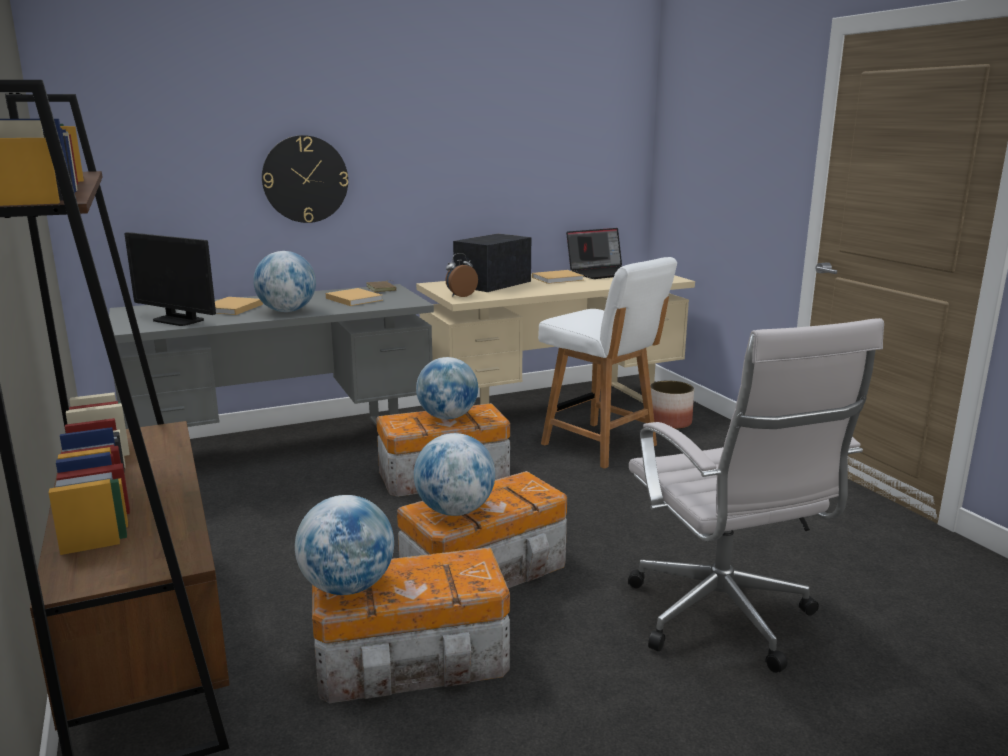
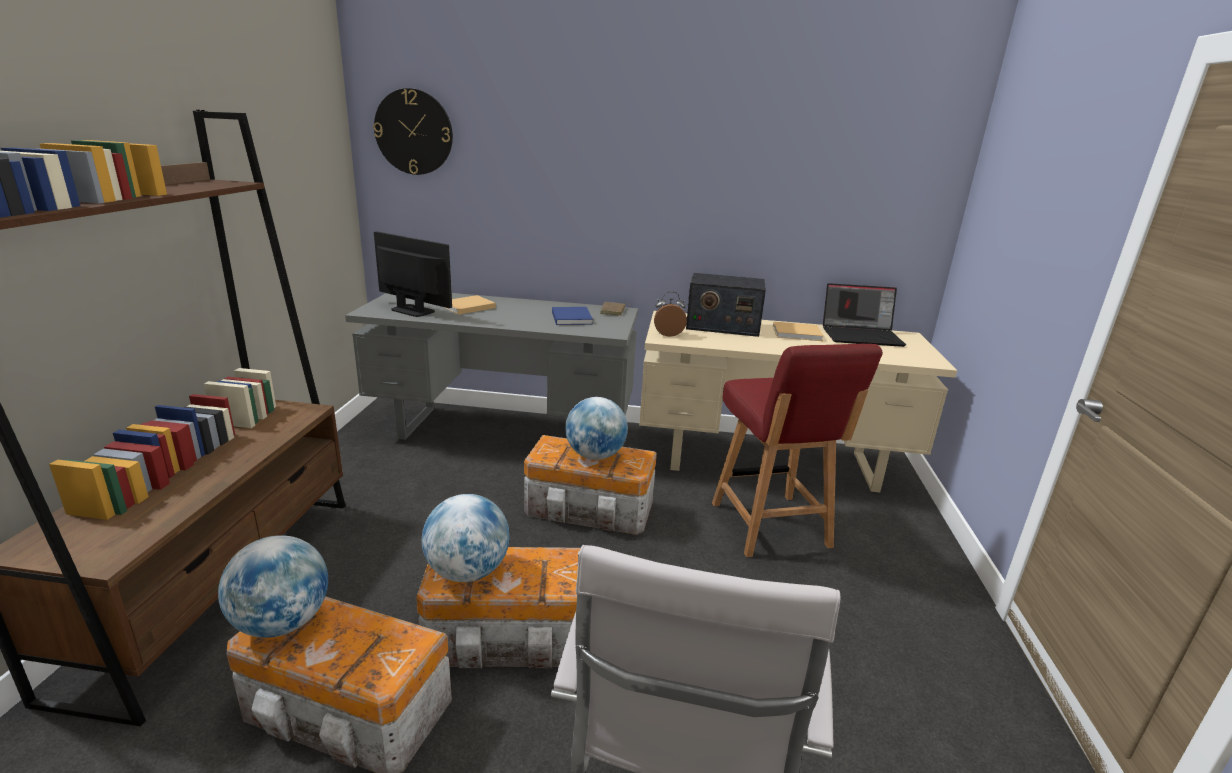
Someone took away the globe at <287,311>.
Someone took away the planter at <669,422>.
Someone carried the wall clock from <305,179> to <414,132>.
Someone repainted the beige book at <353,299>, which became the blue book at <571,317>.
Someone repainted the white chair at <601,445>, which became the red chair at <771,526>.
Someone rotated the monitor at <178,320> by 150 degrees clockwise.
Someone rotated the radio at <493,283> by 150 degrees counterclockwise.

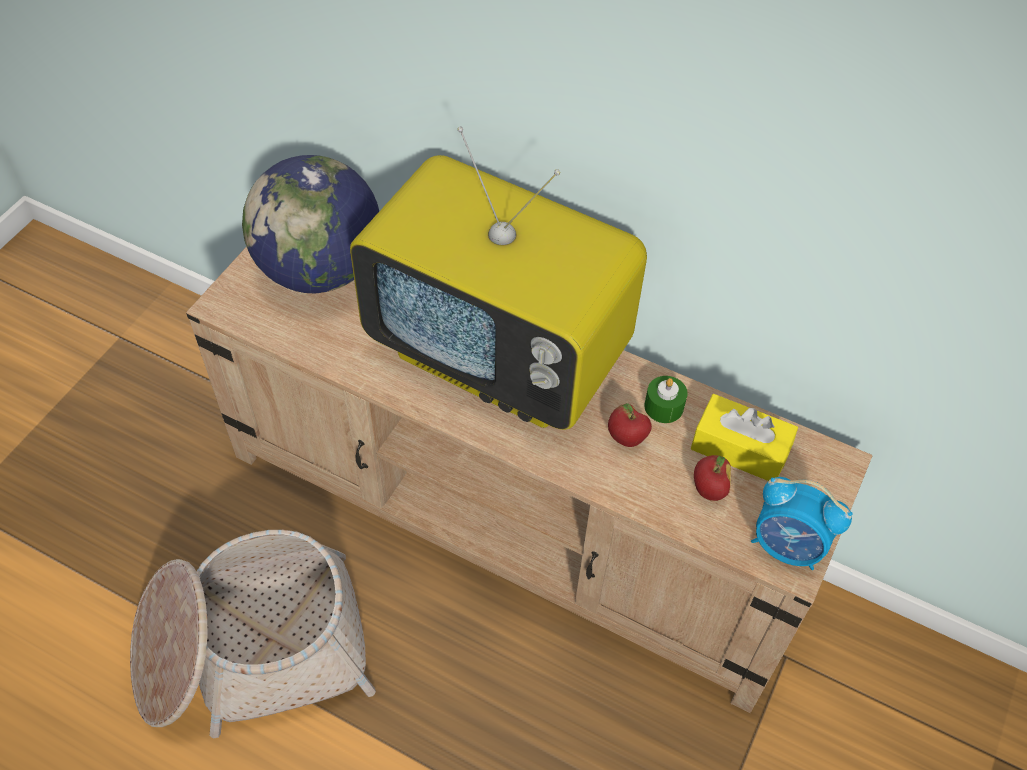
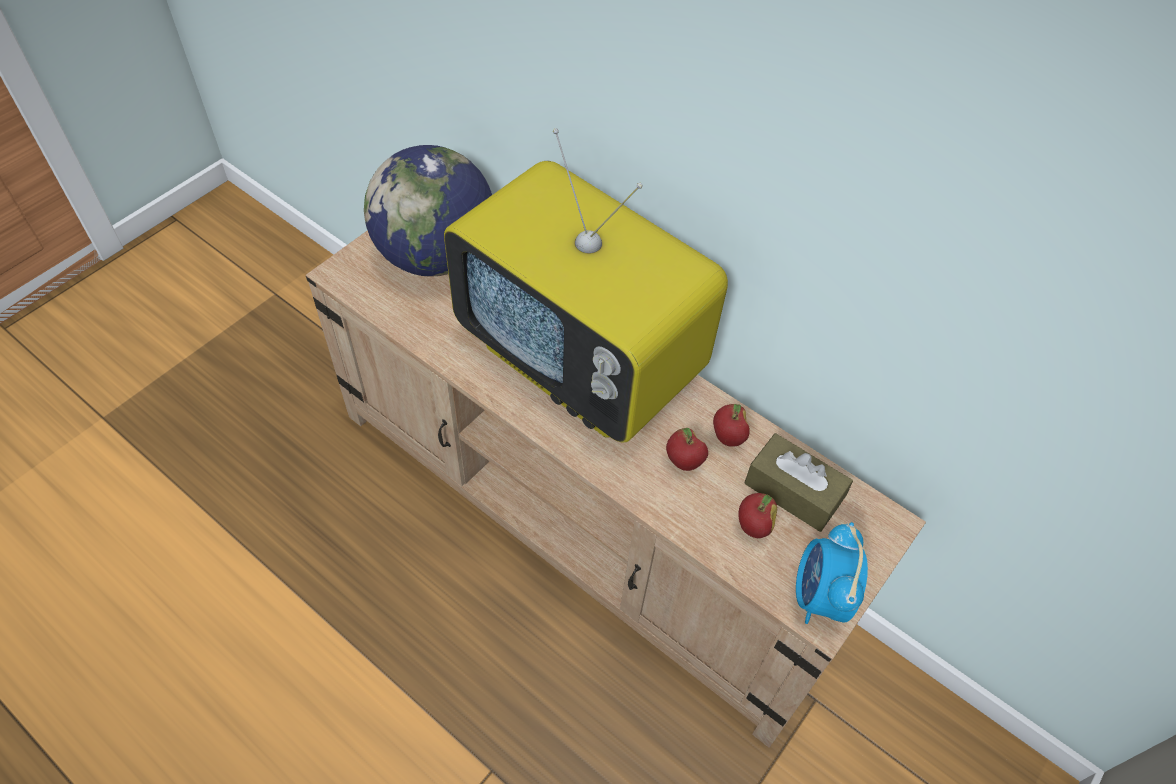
Someone took away the basket at <251,648>.
Someone swapped the green candle at <664,406> for the apple at <727,437>.
Someone repainted the yellow tissue box at <740,448>, which became the brown tissue box at <793,491>.
Someone rotated the alarm clock at <787,546> by 60 degrees clockwise.

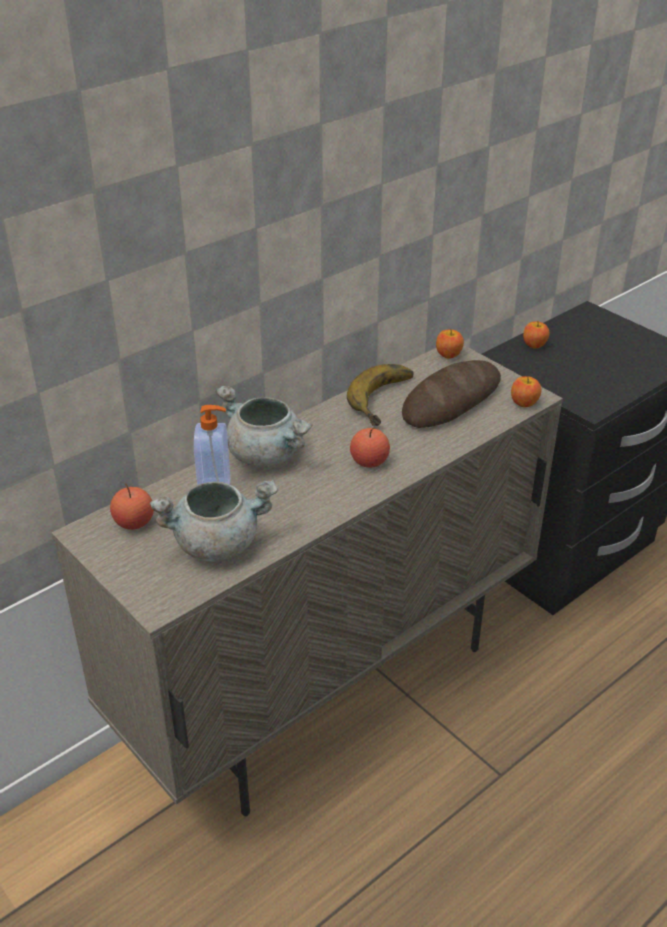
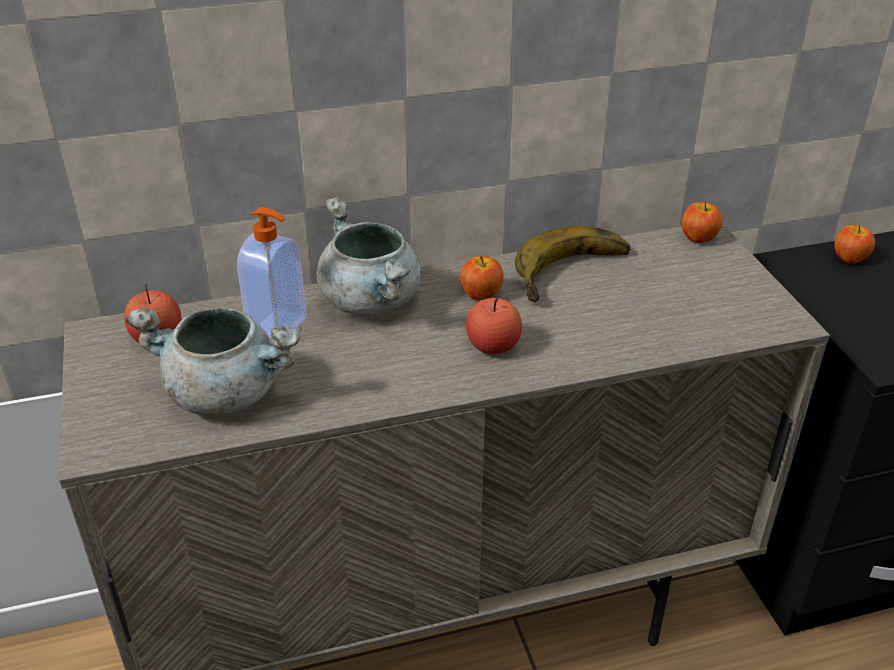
Someone took away the bread at <451,401>.
Someone carried the apple from <524,403> to <481,294>.

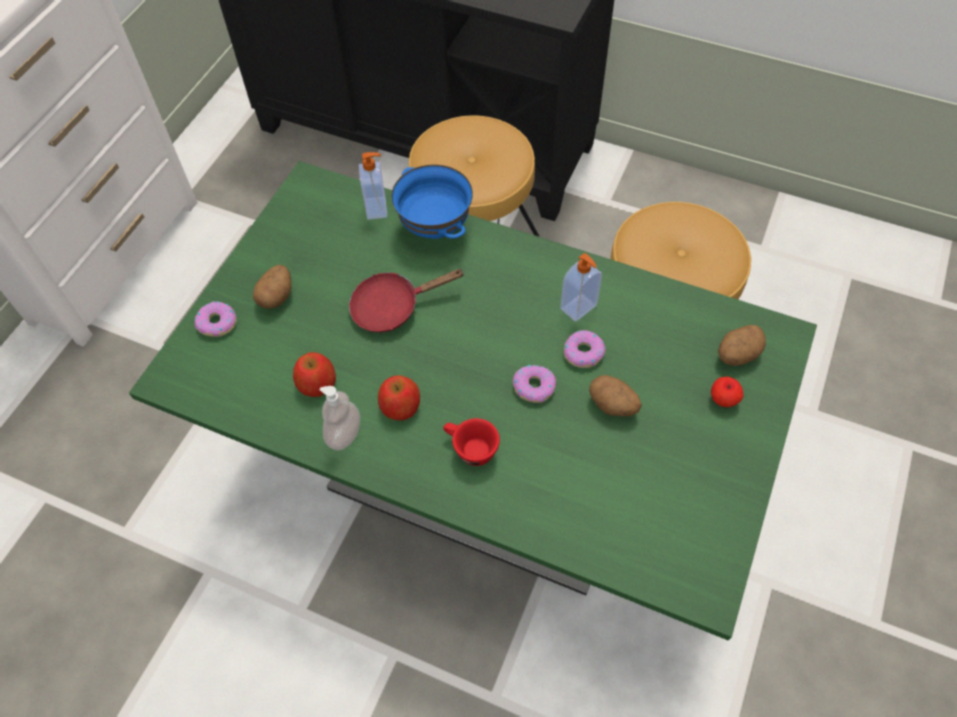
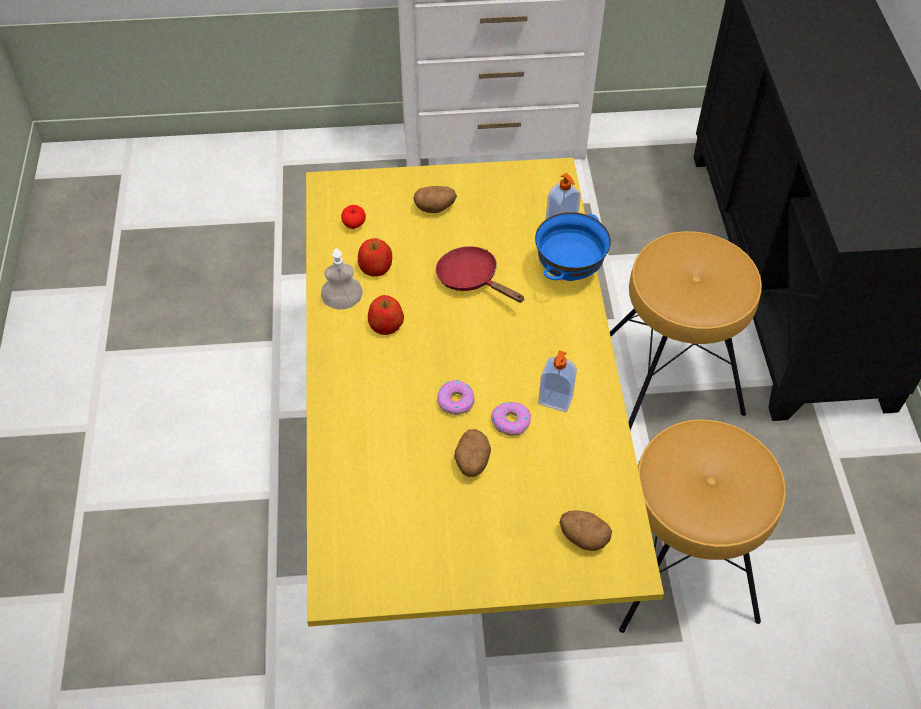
Someone took away the donut at <217,323>.
Someone took away the red cup at <470,449>.
Someone carried the apple from <723,399> to <354,225>.
Someone repainted the green dining table at <482,476>, which became the yellow dining table at <459,484>.

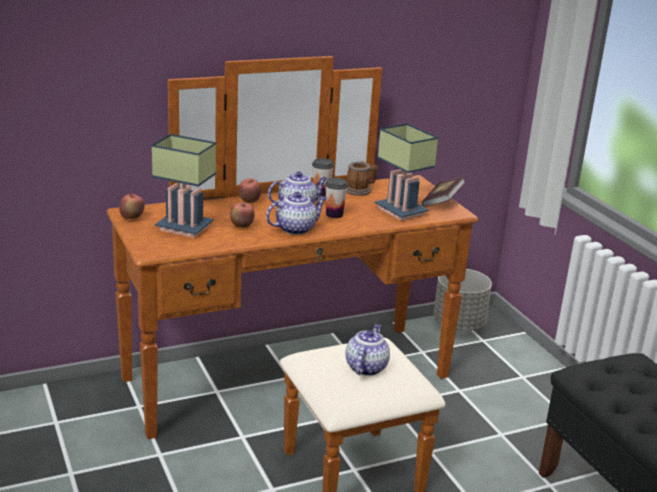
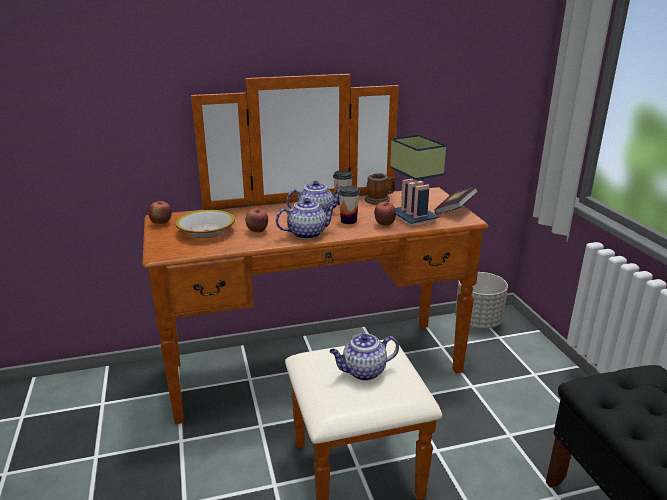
Someone carried the apple from <249,201> to <384,224>.
Someone swapped the table lamp at <187,227> for the bowl at <207,231>.
Someone rotated the teapot at <366,367> by 135 degrees counterclockwise.

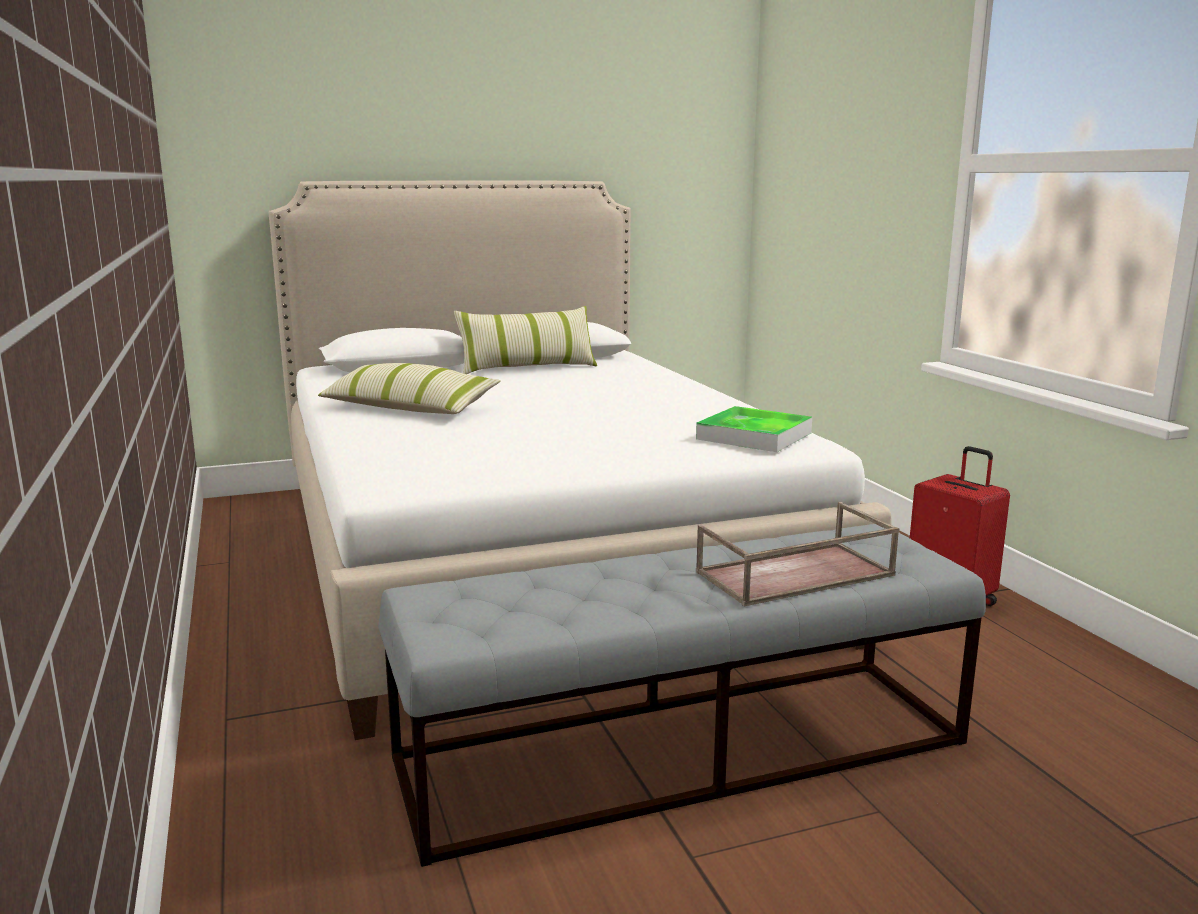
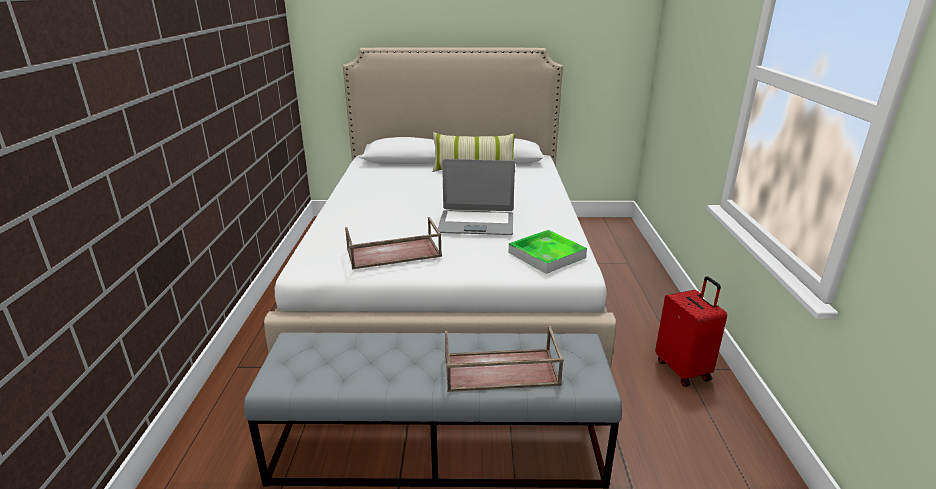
Someone took away the pillow at <409,408>.
Someone put down the brown tray at <393,253>.
Someone put down the laptop at <476,223>.

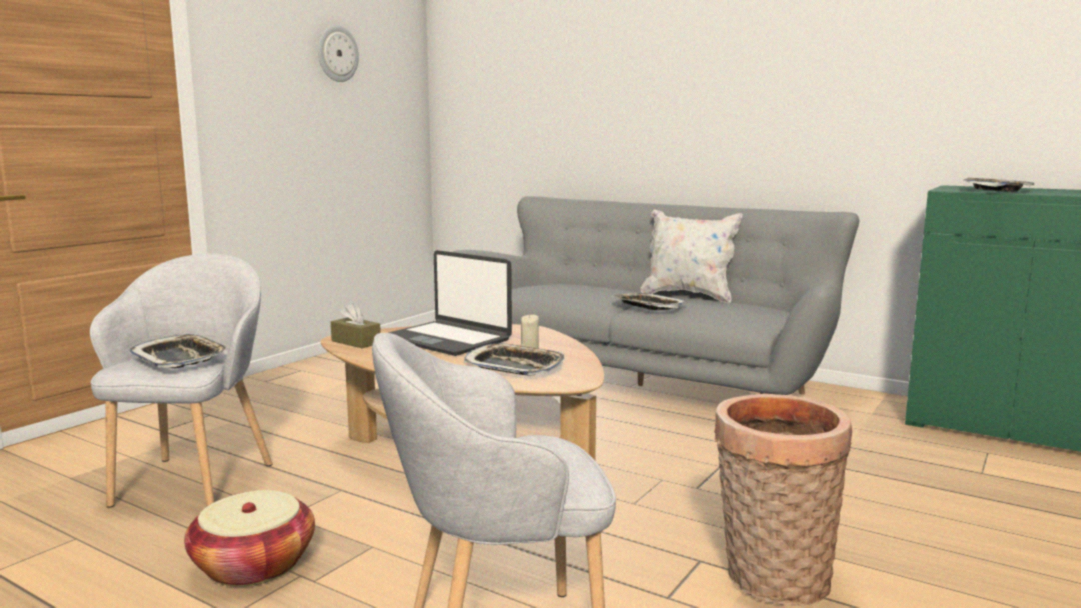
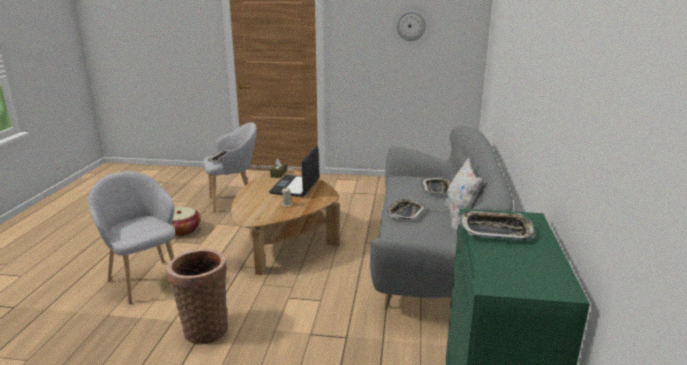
Someone carried the tray from <514,367> to <437,189>.

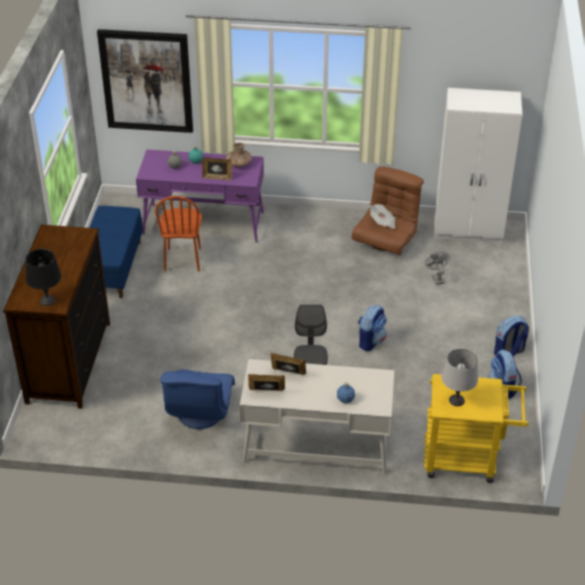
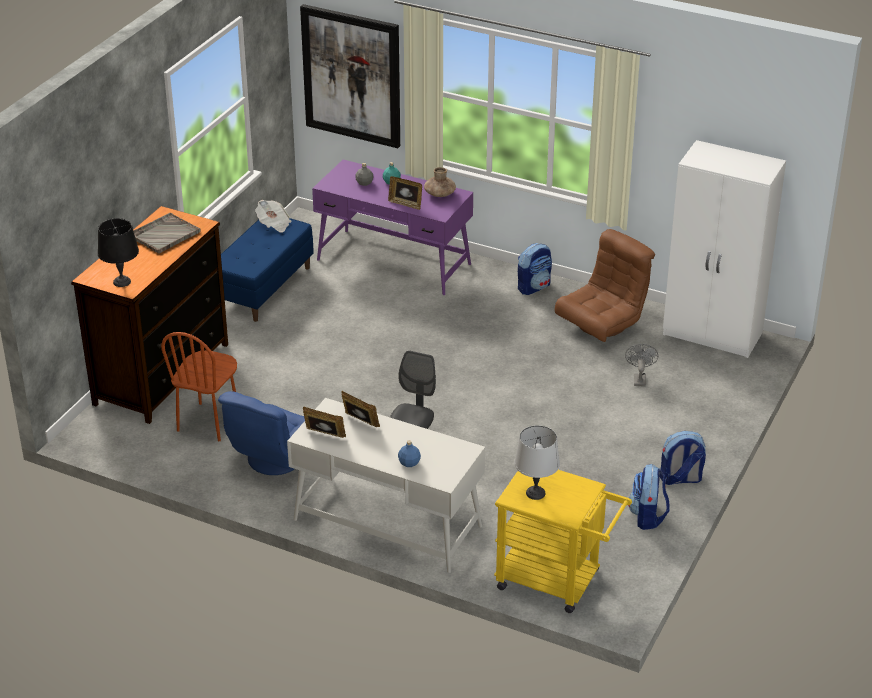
Someone put down the grey tray at <164,234>.
Someone carried the brown chair from <183,260> to <209,422>.
Someone carried the backpack from <370,341> to <534,287>.
Someone carried the newspaper from <383,223> to <274,224>.

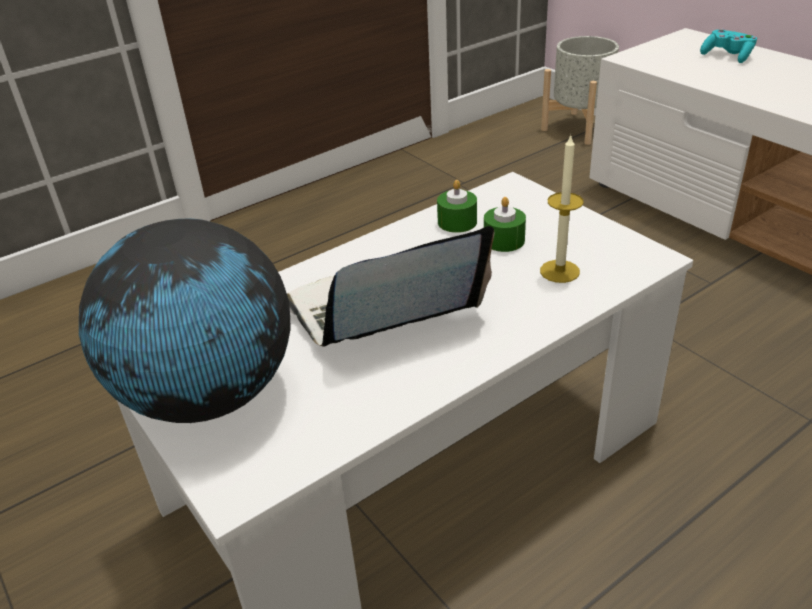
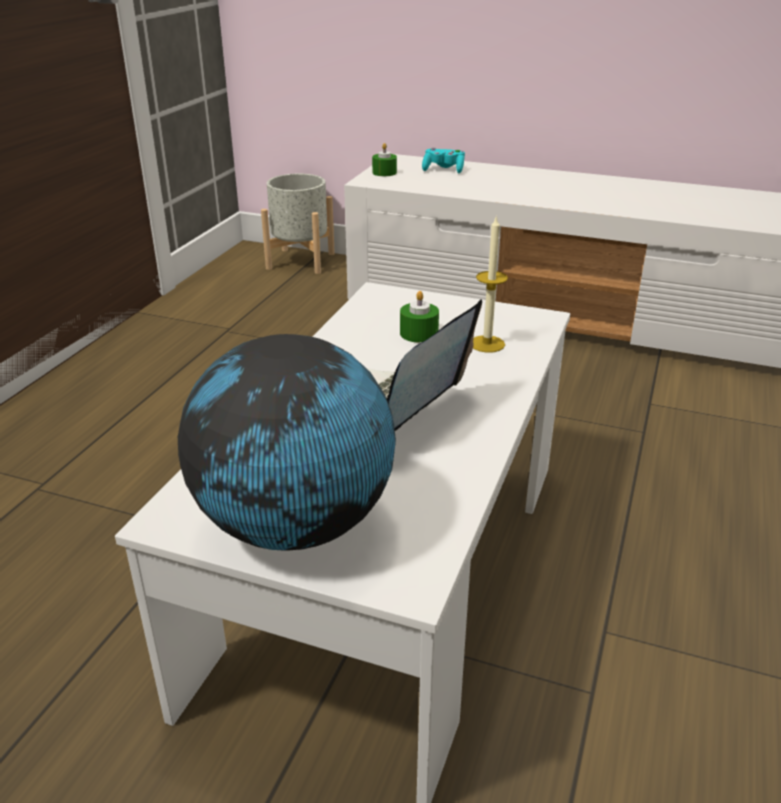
Someone carried the green candle from <457,222> to <384,172>.

